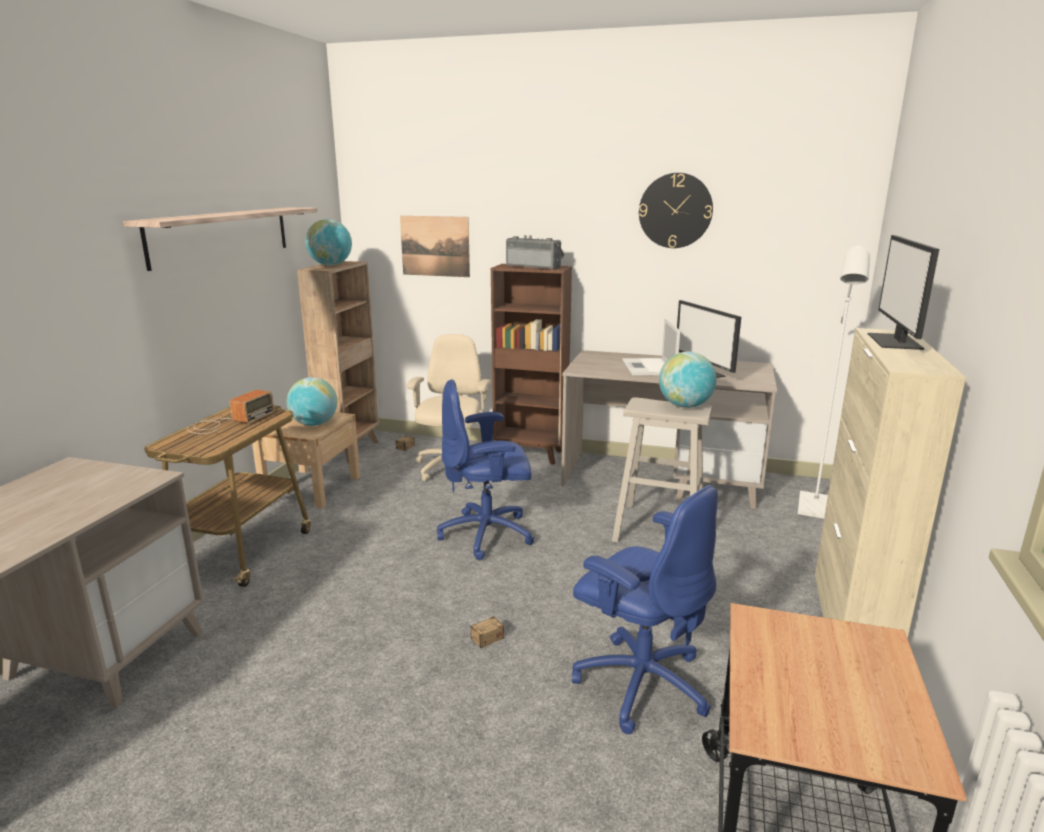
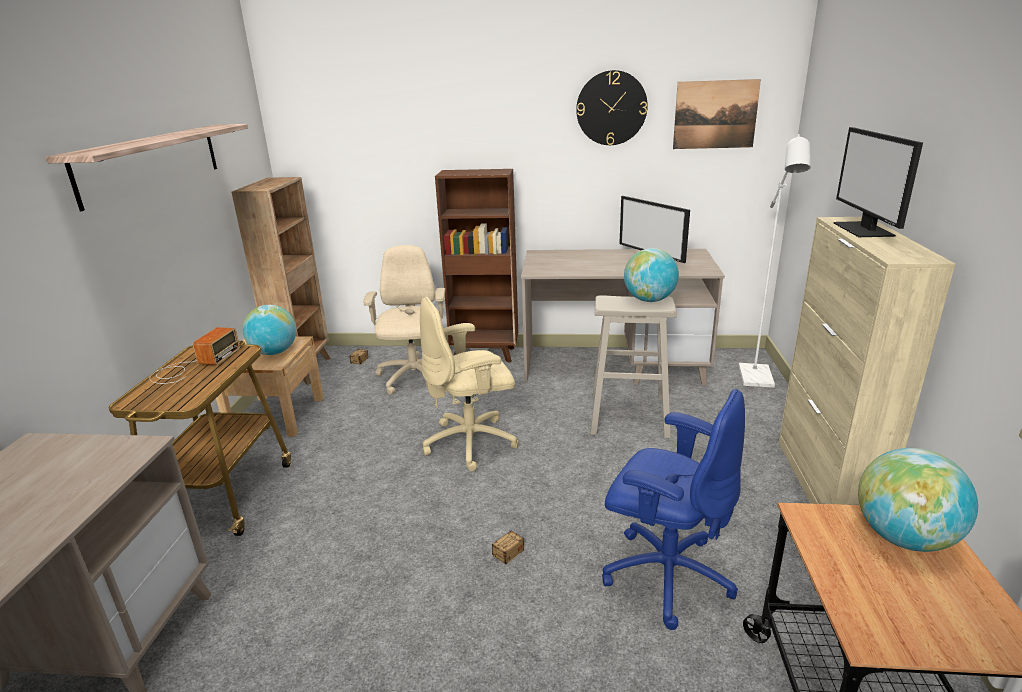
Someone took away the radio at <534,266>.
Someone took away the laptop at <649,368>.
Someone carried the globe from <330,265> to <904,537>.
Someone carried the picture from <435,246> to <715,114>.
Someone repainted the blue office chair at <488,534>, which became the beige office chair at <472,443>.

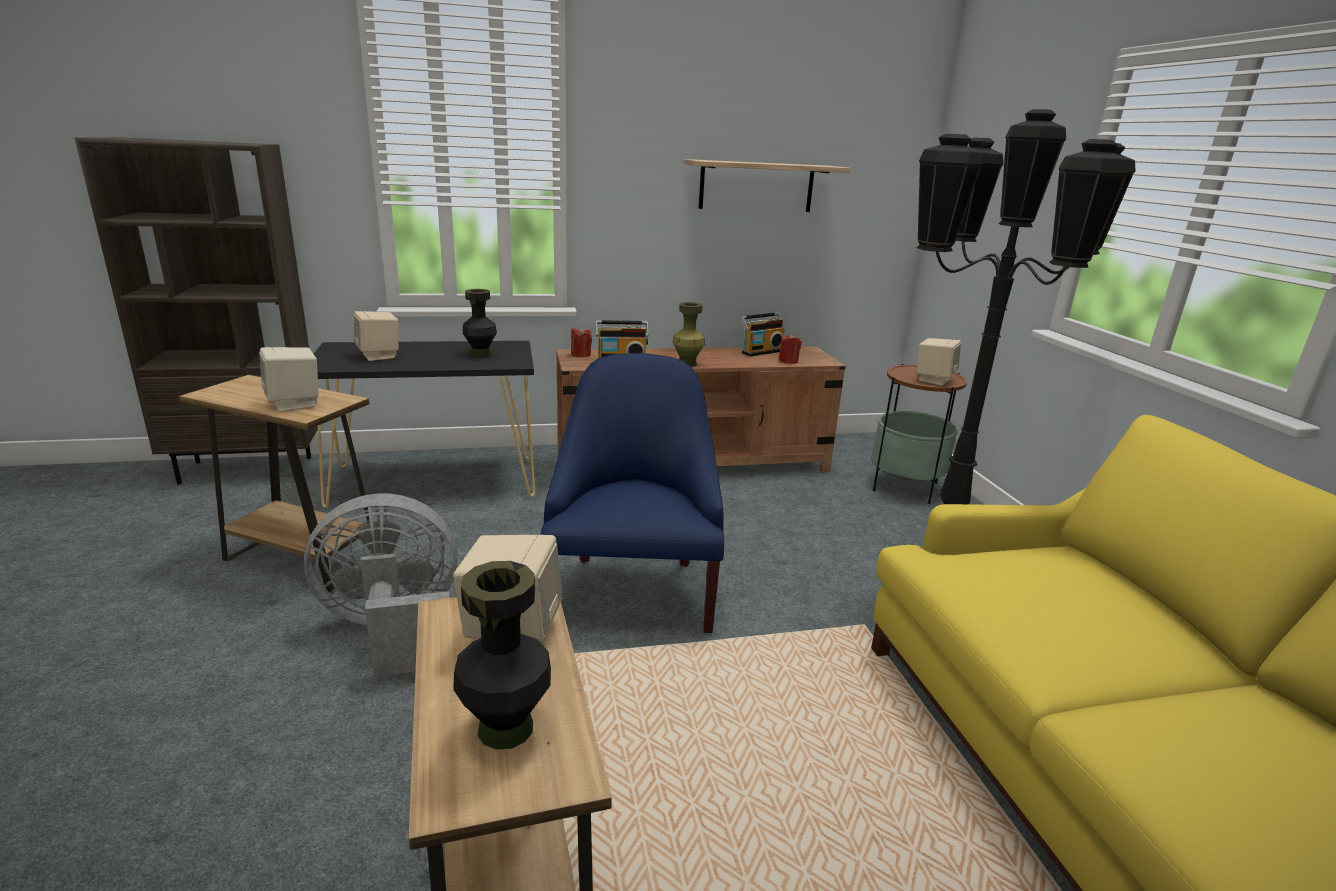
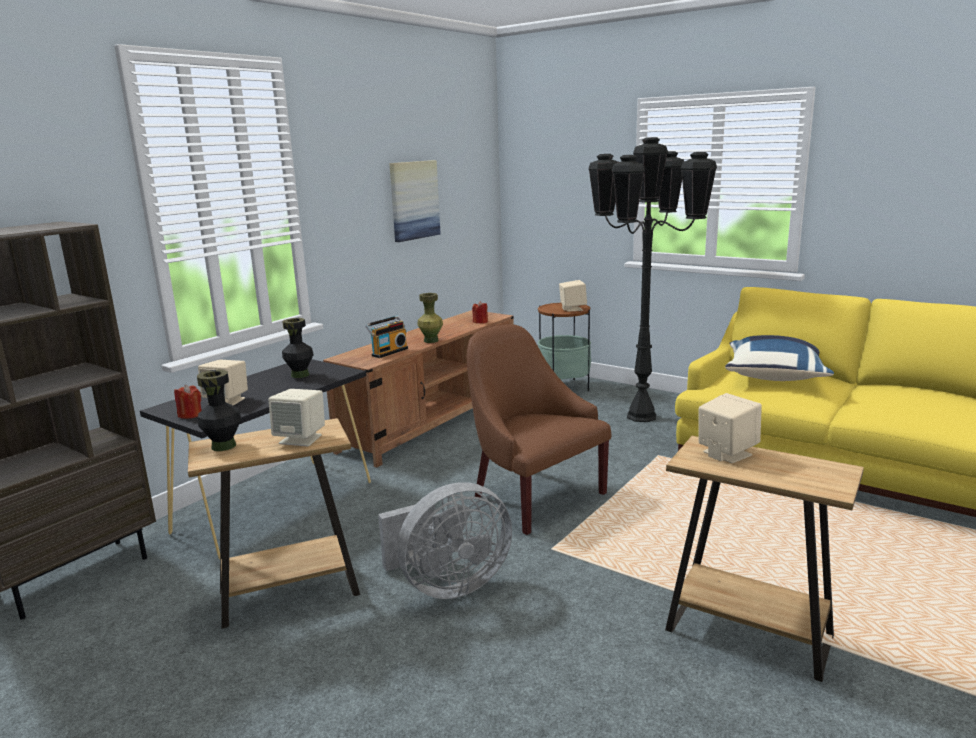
Someone took away the radio at <761,351>.
Someone put down the blue pillow at <775,376>.
Someone carried the black vase from <505,728> to <223,446>.
Someone carried the red candle from <581,354> to <190,415>.
Someone swapped the shelf at <756,186> for the picture at <414,200>.
Someone repainted the blue armchair at <632,591>, which became the brown armchair at <533,496>.
Someone rotated the grey fan at <394,631> by 150 degrees counterclockwise.

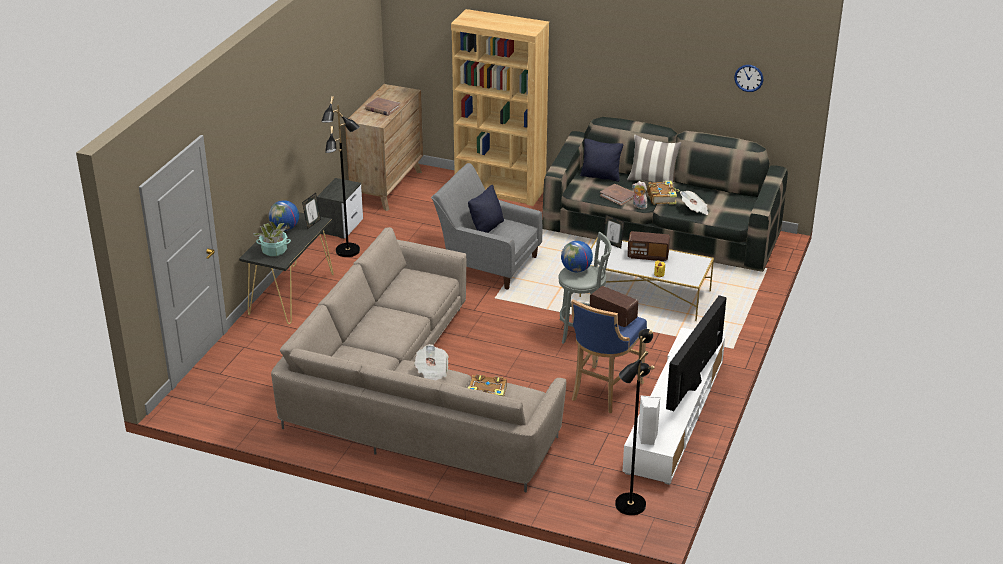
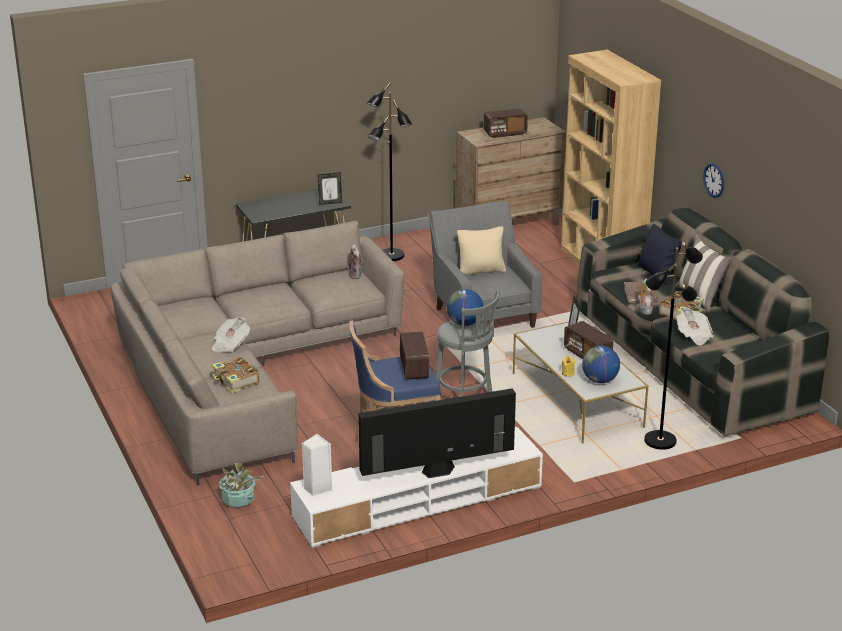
Someone took away the nightstand at <342,226>.
Someone put down the plush toy at <356,276>.
Someone carried the potted plant from <274,250> to <238,499>.
Someone carried the globe from <285,228> to <600,380>.
Someone carried the black floor lamp from <629,504> to <660,440>.
Someone carried the wall clock from <748,78> to <714,180>.
Someone swapped the brown book at <382,108> for the radio at <505,133>.
Someone repainted the black pillow at <487,228>, which became the beige pillow at <481,271>.

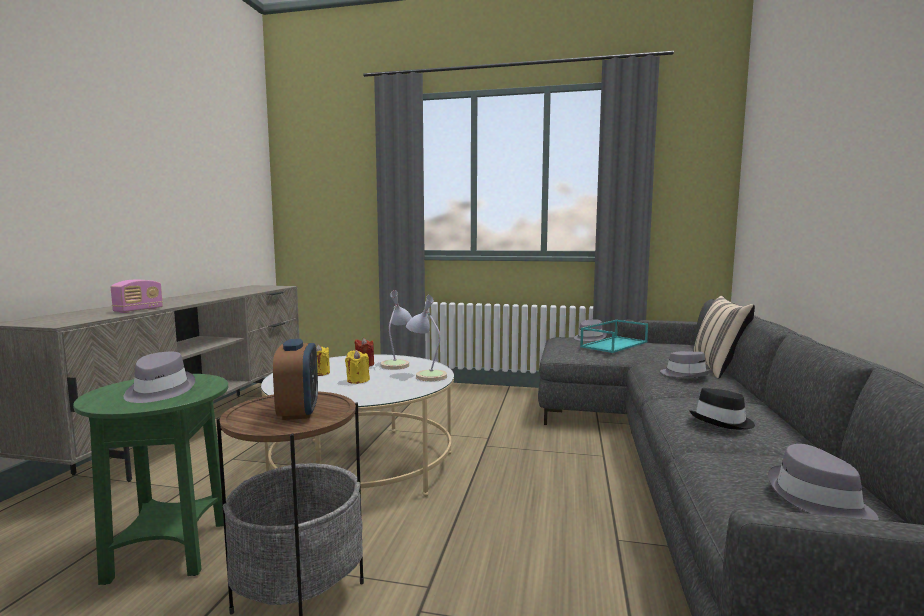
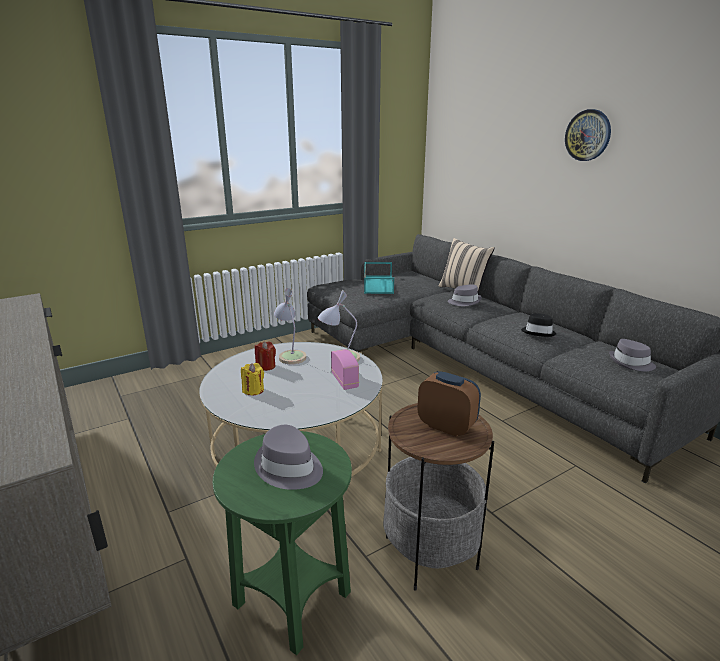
Someone took away the yellow candle at <357,380>.
Someone took away the grey hat at <589,337>.
Someone put up the wall clock at <588,135>.
Someone carried the radio from <138,310> to <344,381>.

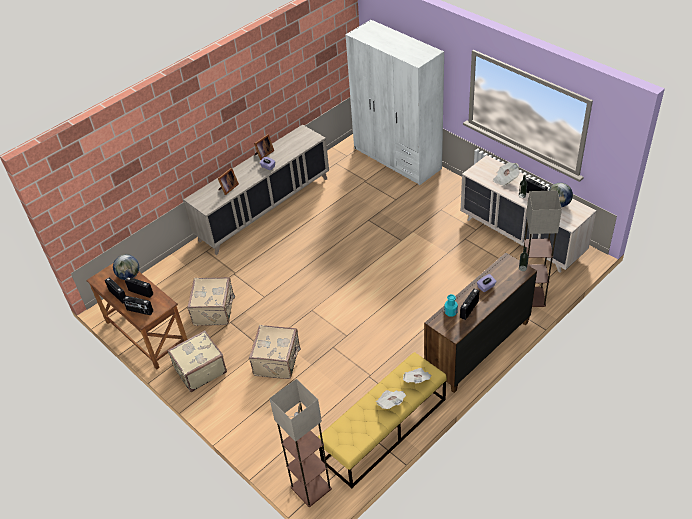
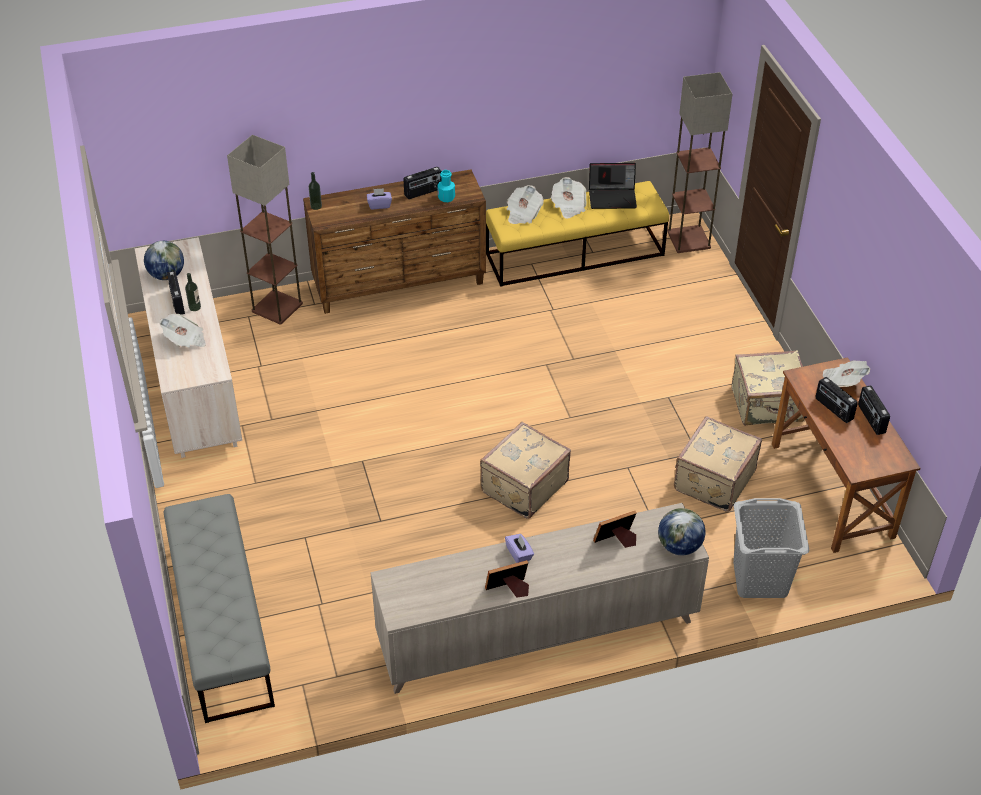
Someone put down the laptop at <613,197>.
Someone put down the grey laundry basket at <760,578>.
Someone carried the globe from <129,276> to <679,546>.
Someone carried the beige suitcase from <278,361> to <523,486>.
Someone swapped the radio at <140,311> for the newspaper at <842,382>.
Someone swapped the white wardrobe at <397,159> for the grey bench at <222,624>.

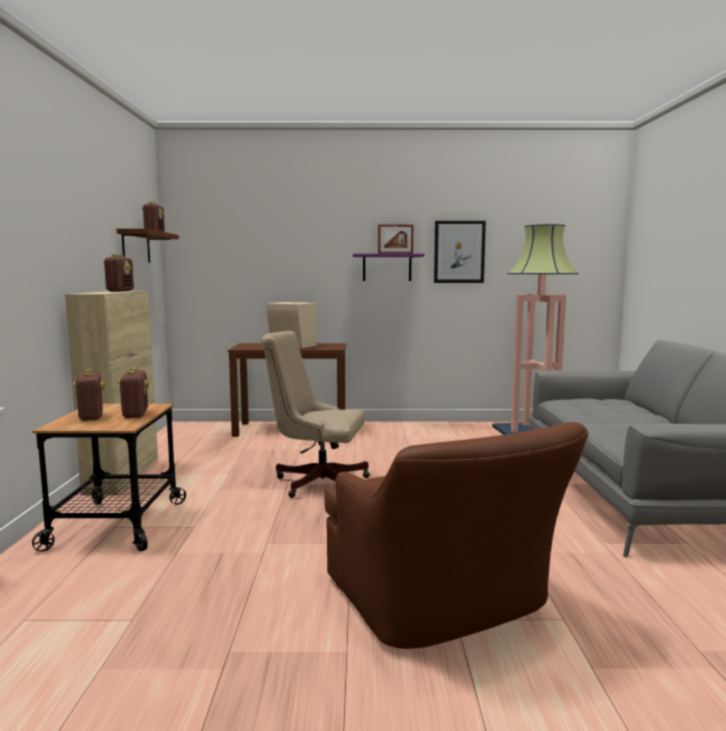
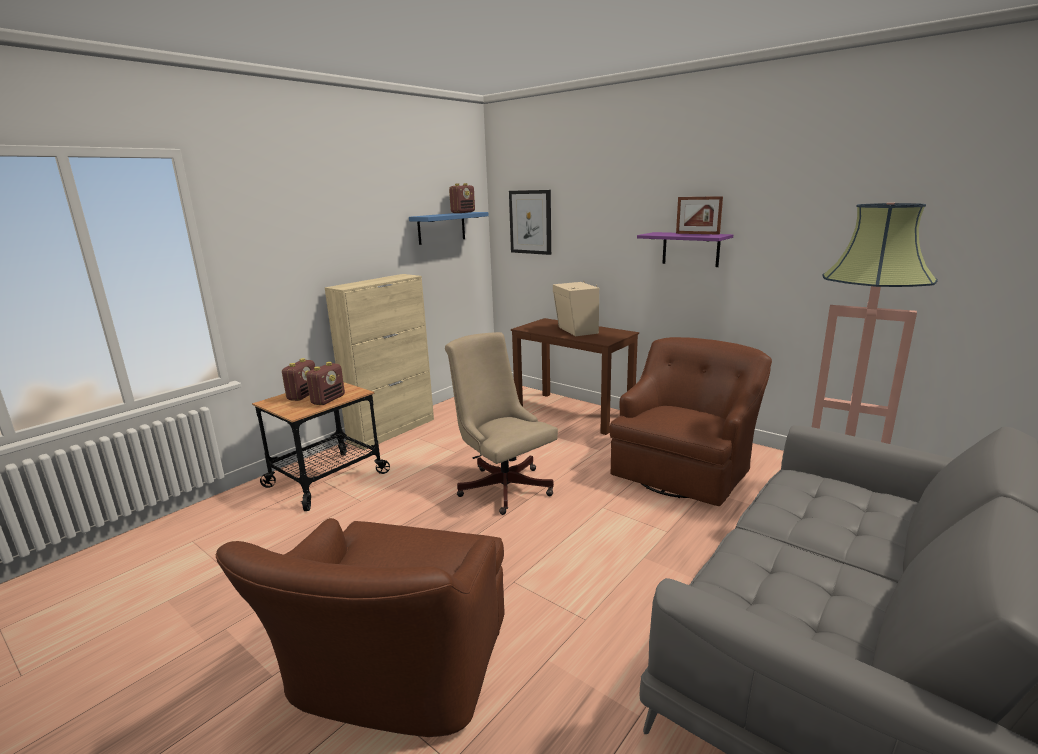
Someone took away the radio at <120,291>.
Someone put down the brown armchair at <684,468>.
Someone carried the picture from <459,252> to <530,222>.
Someone repainted the brown shelf at <136,247>, which became the blue shelf at <441,228>.

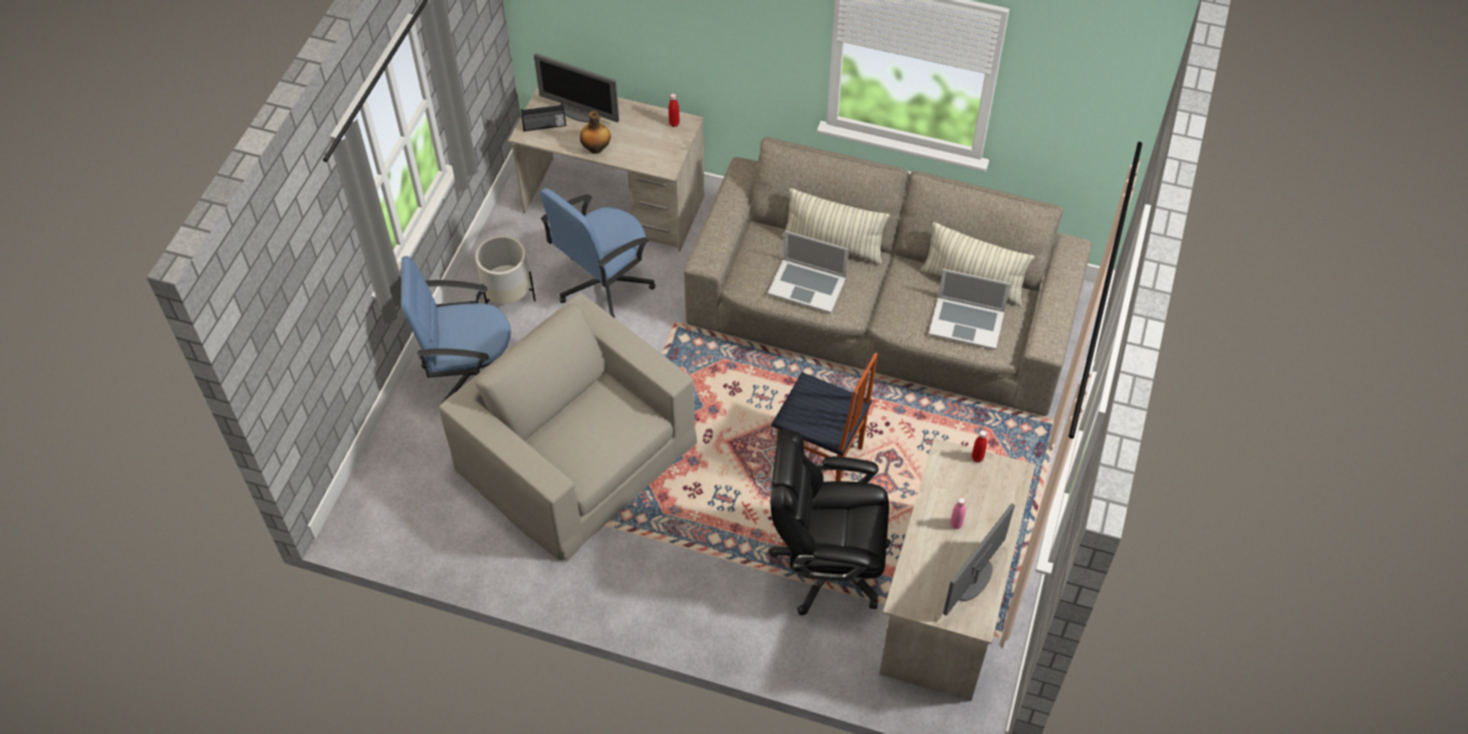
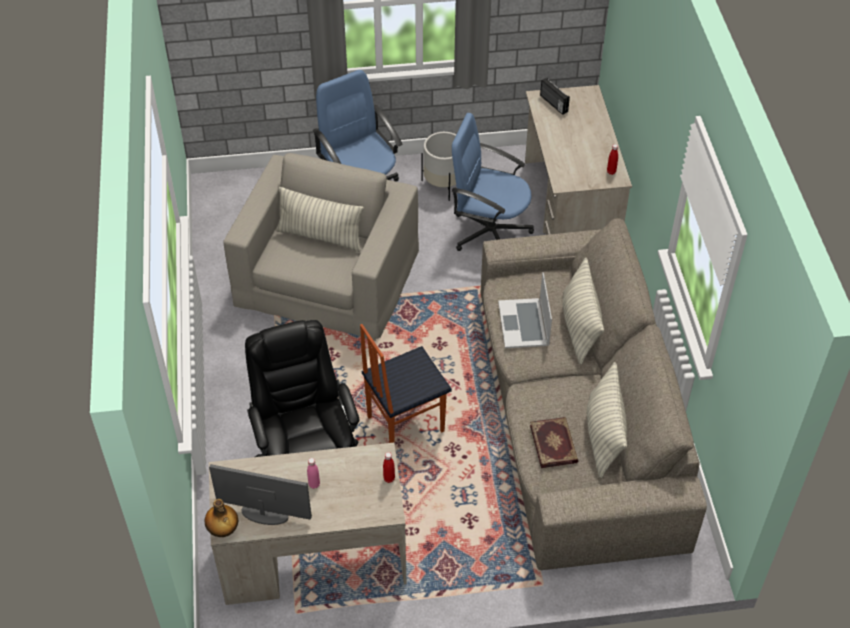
Someone took away the monitor at <580,113>.
Someone put down the pillow at <320,236>.
Someone carried the bottle from <596,148> to <223,531>.
Someone swapped the laptop at <966,322> for the book at <554,443>.
Someone rotated the chair at <820,459> by 60 degrees clockwise.

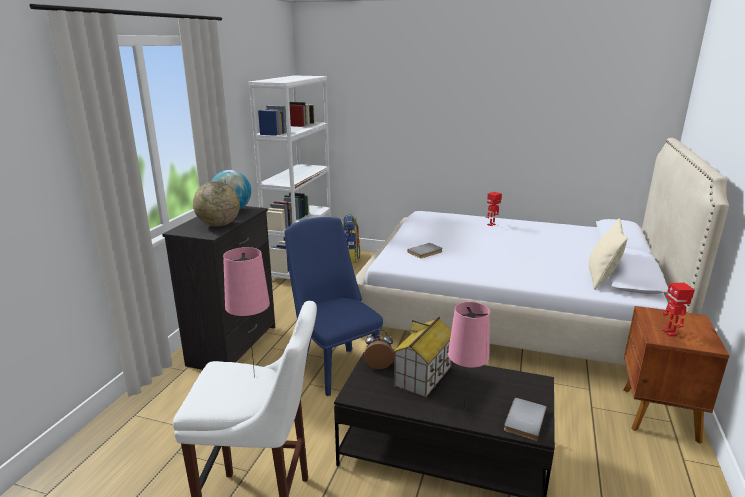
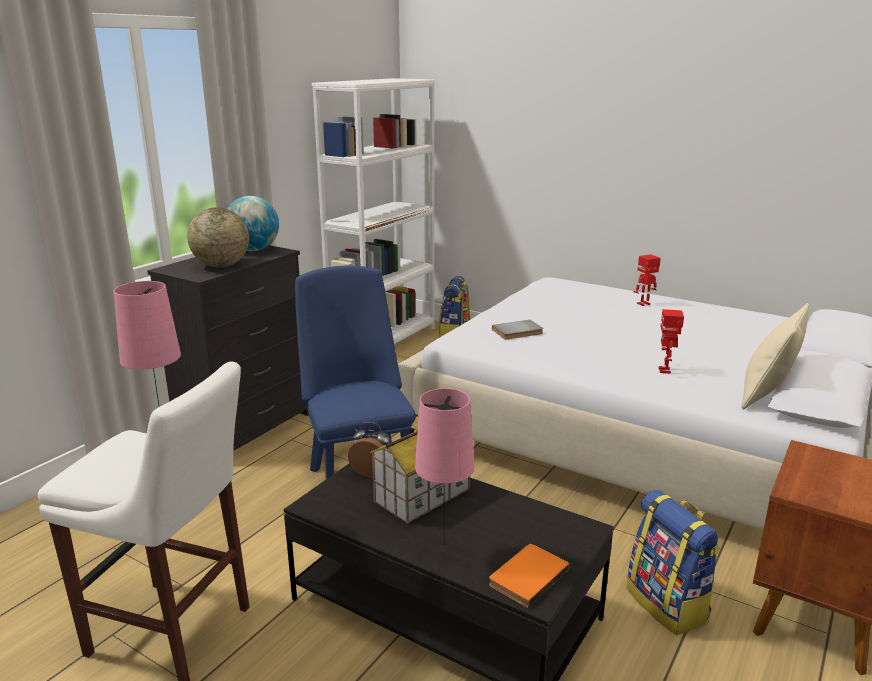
Someone put down the backpack at <668,605>.
Someone carried the toy robot from <670,333> to <665,370>.
Someone repainted the grey book at <523,419>, which became the orange book at <526,576>.

